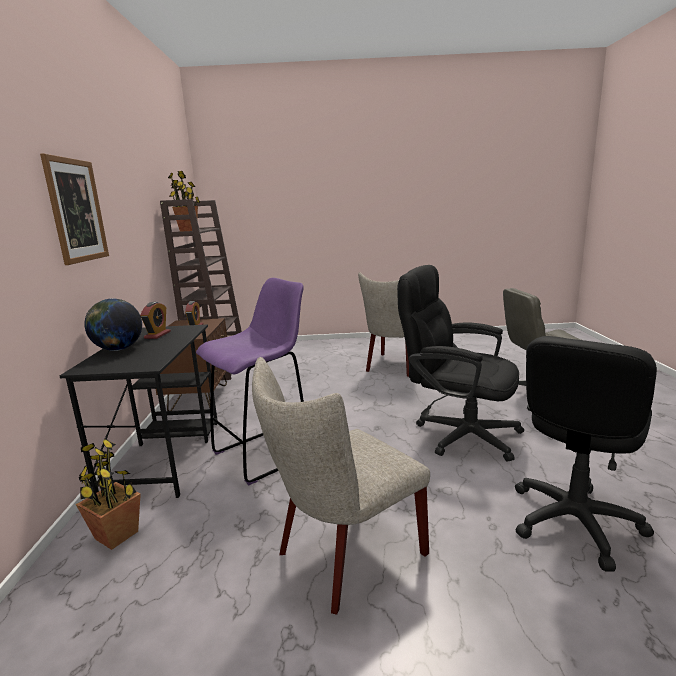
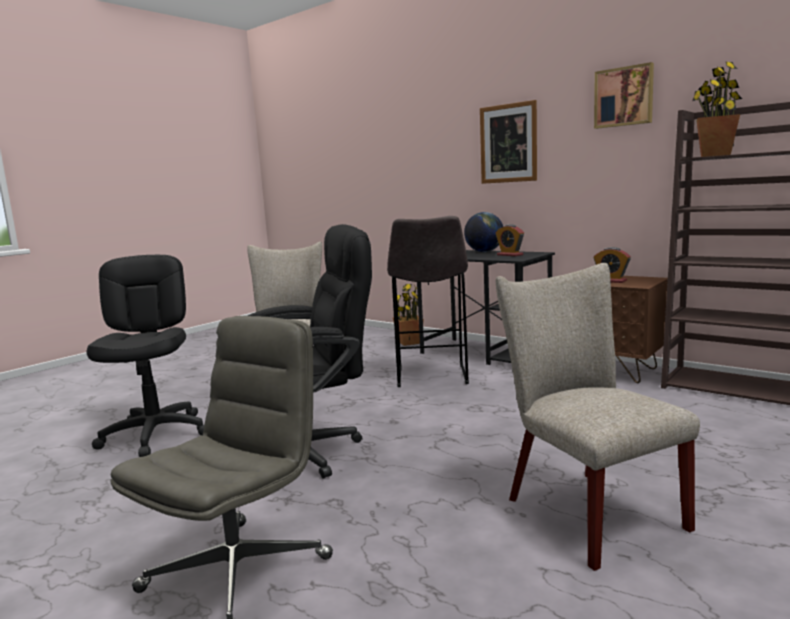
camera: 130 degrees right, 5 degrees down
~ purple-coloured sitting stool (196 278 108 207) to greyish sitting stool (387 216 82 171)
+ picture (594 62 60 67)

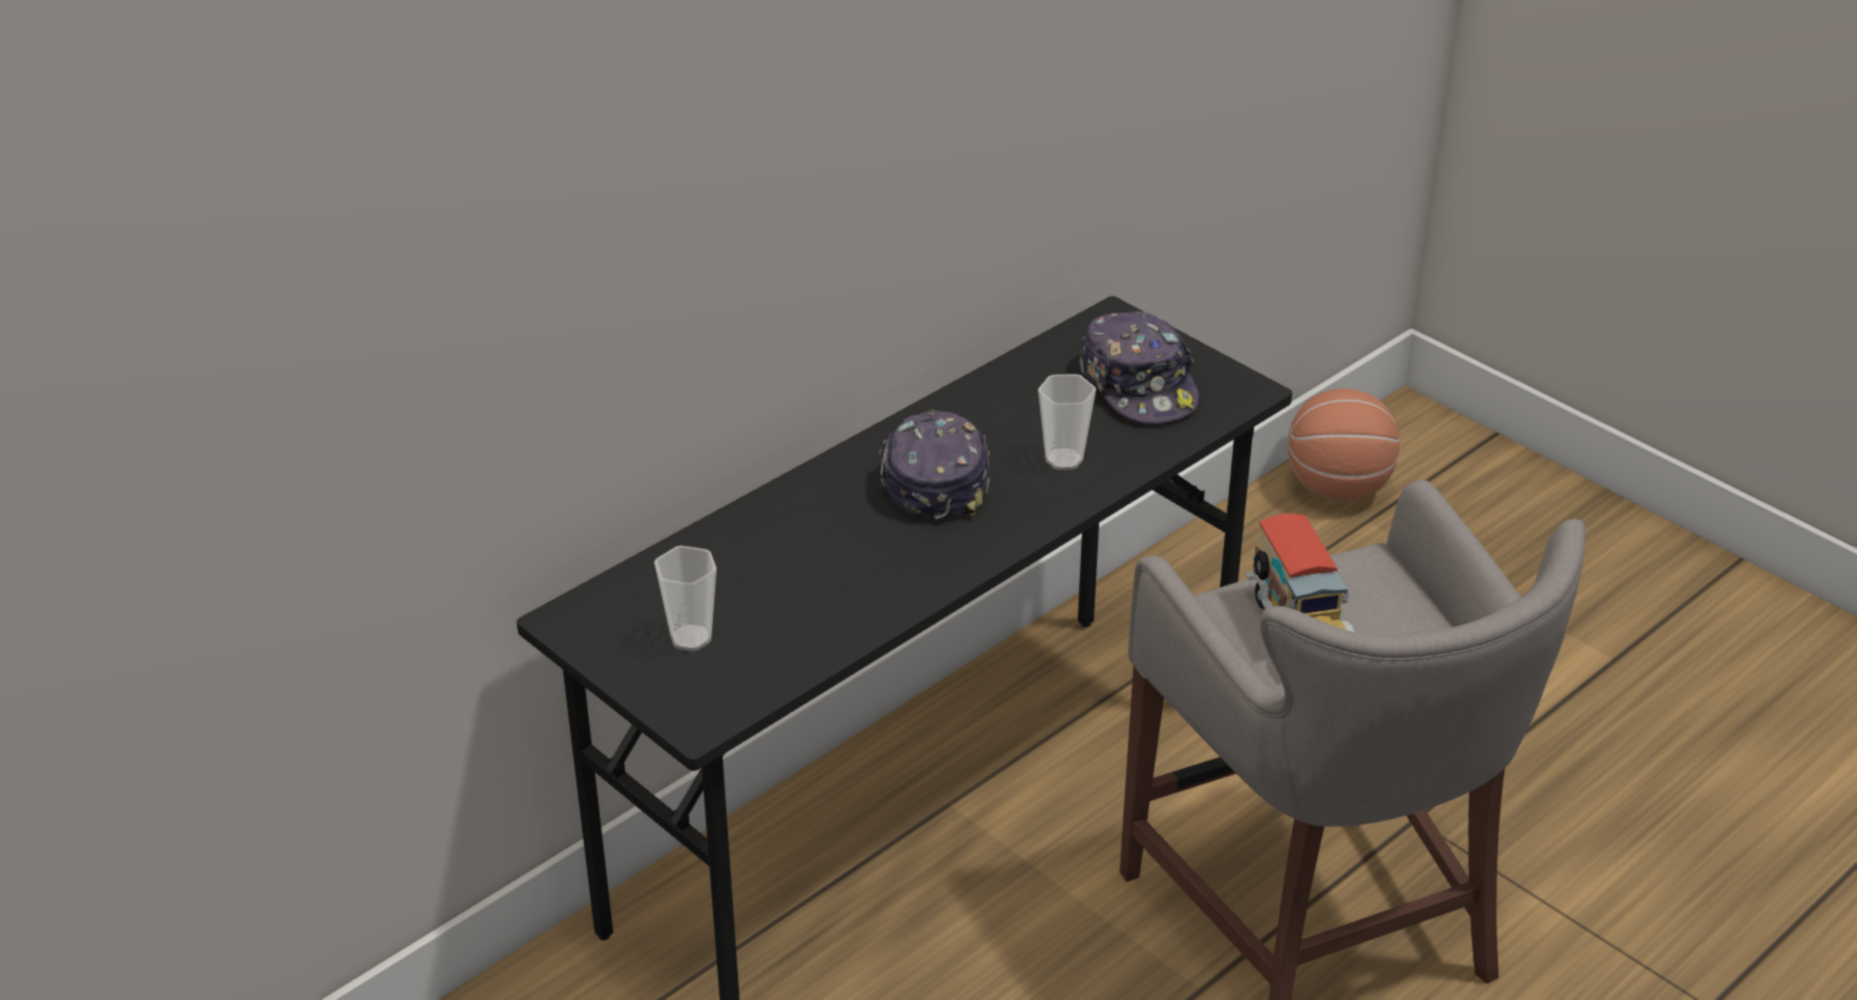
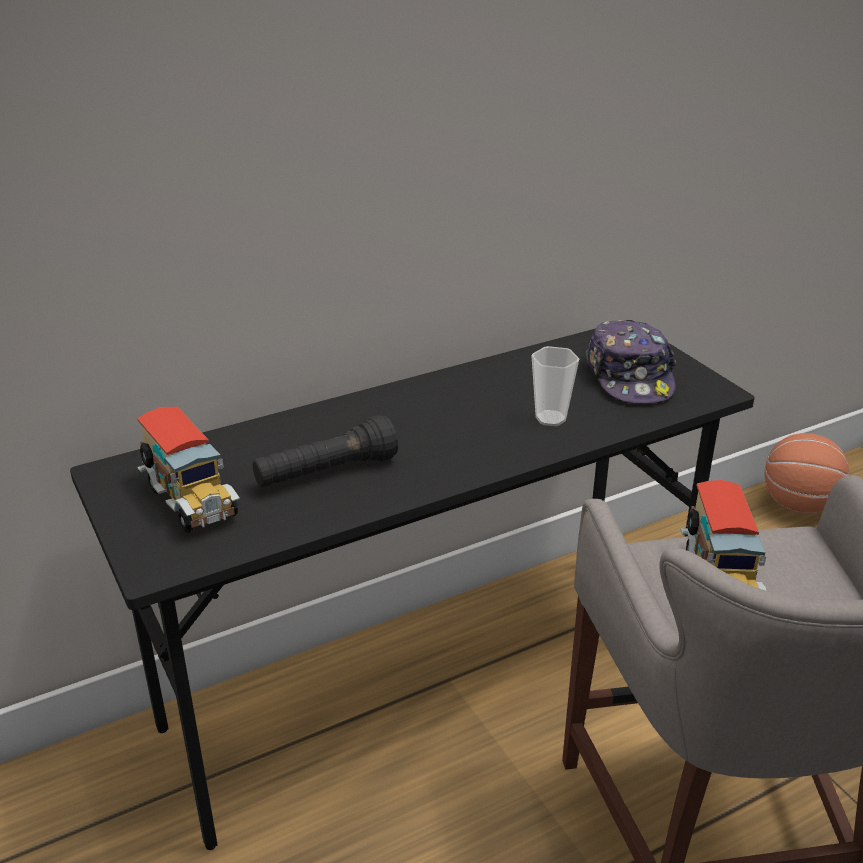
camera: 15 degrees right, 5 degrees down
~ cup (654 546 63 105) to model truck (137 407 103 126)
- peaked cap (879 410 111 109)
+ blackish hand torch (253 415 145 72)

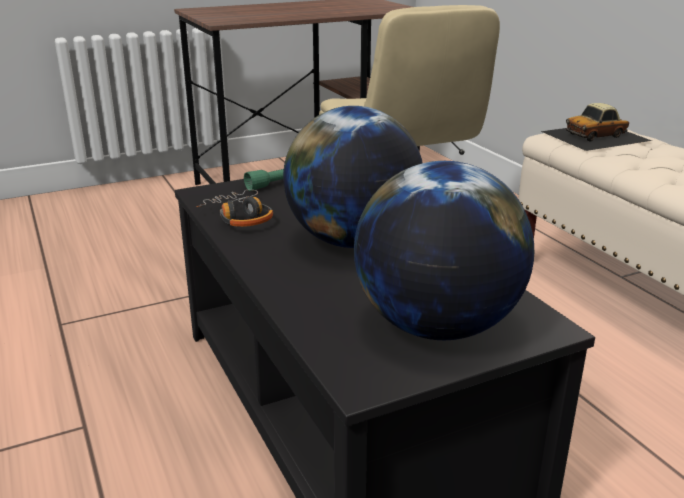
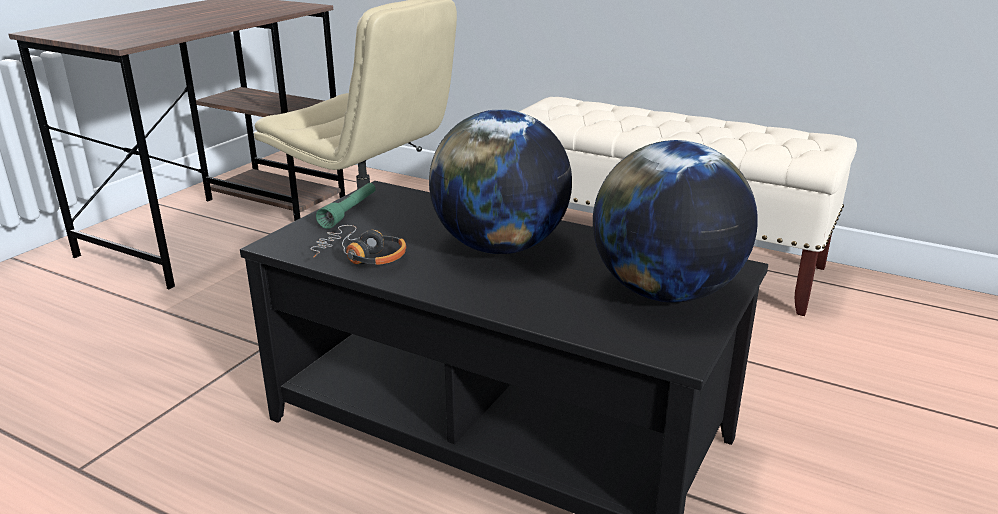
camera: 35 degrees left, 0 degrees up
- toy car (541 103 111 48)

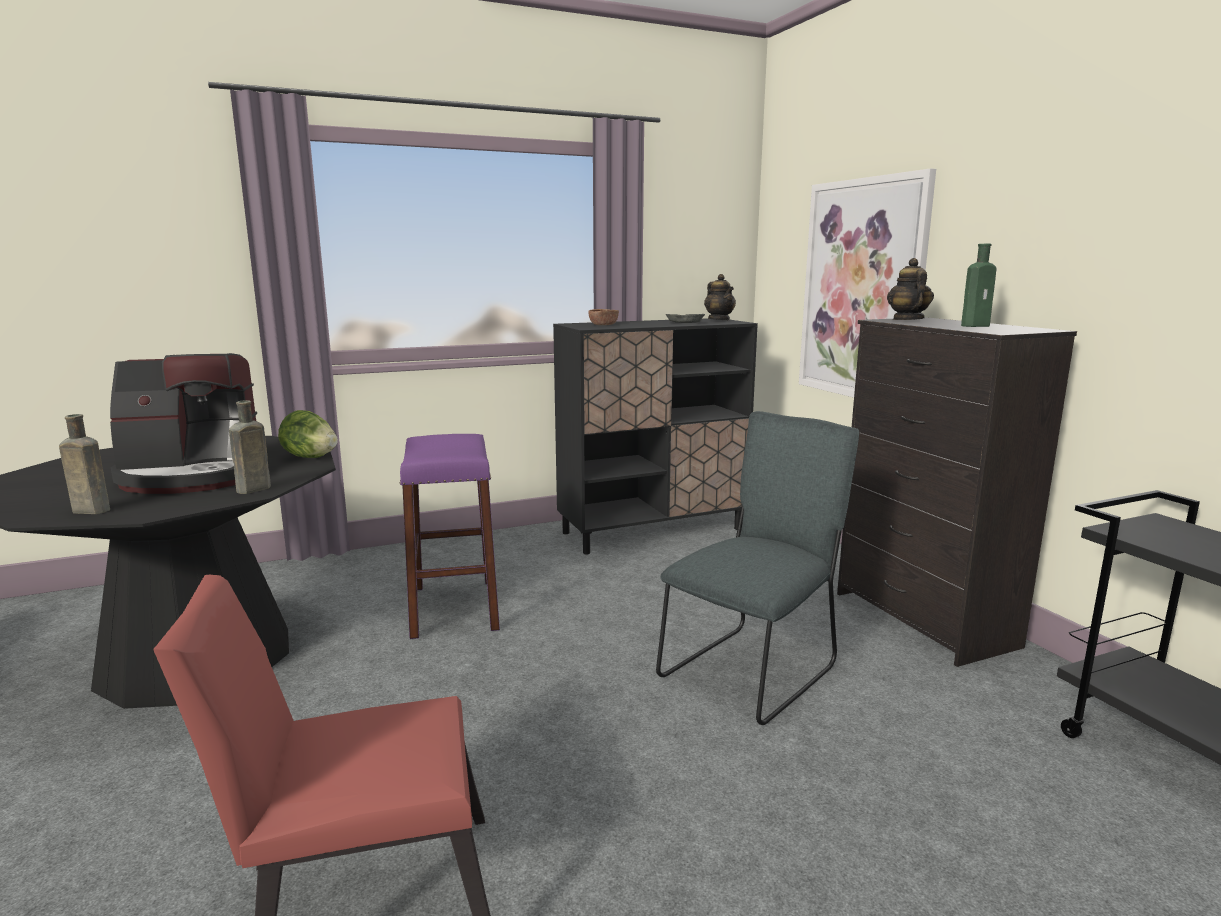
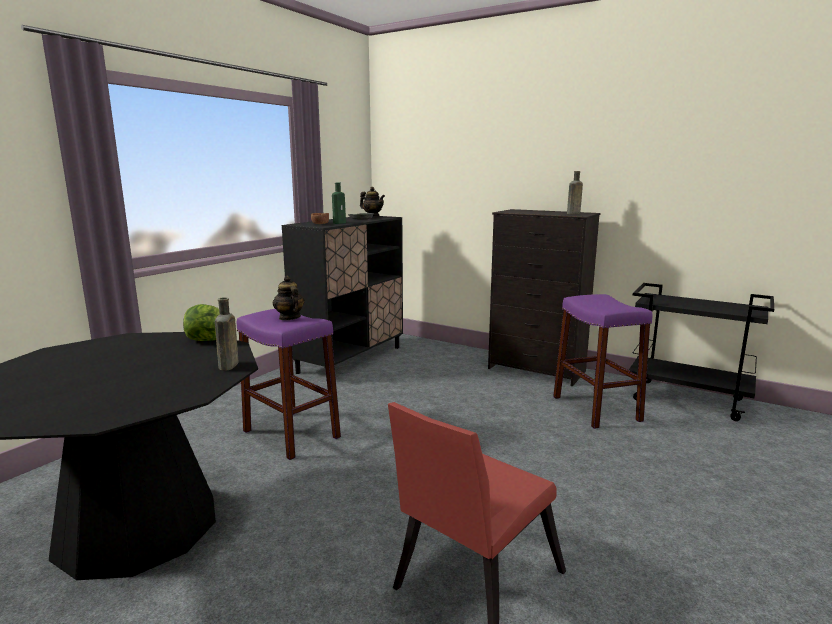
camera: 35 degrees left, 0 degrees up
~ brownish drink bottle (59 414 51 100) to (567 171 16 43)
- coffee machine (110 353 147 141)
- greyish chair (656 411 203 314)
- picture (799 169 137 229)
~ tea pot (887 258 47 62) to (273 276 32 44)
~ green drink bottle (961 244 36 83) to (332 183 14 41)
+ purple-coloured sitting stool (553 294 100 135)

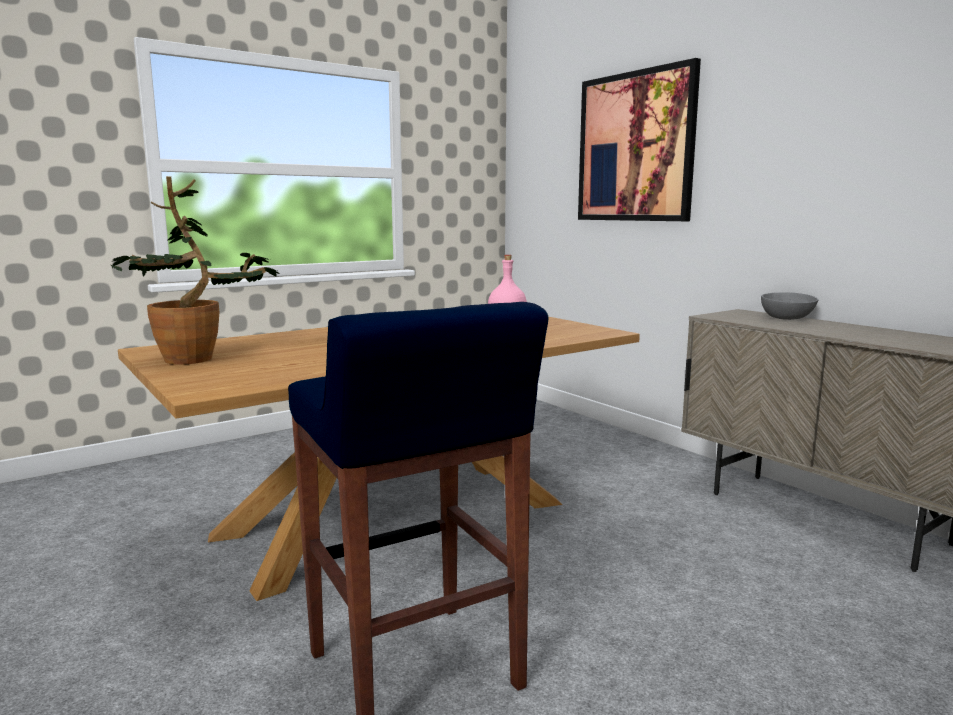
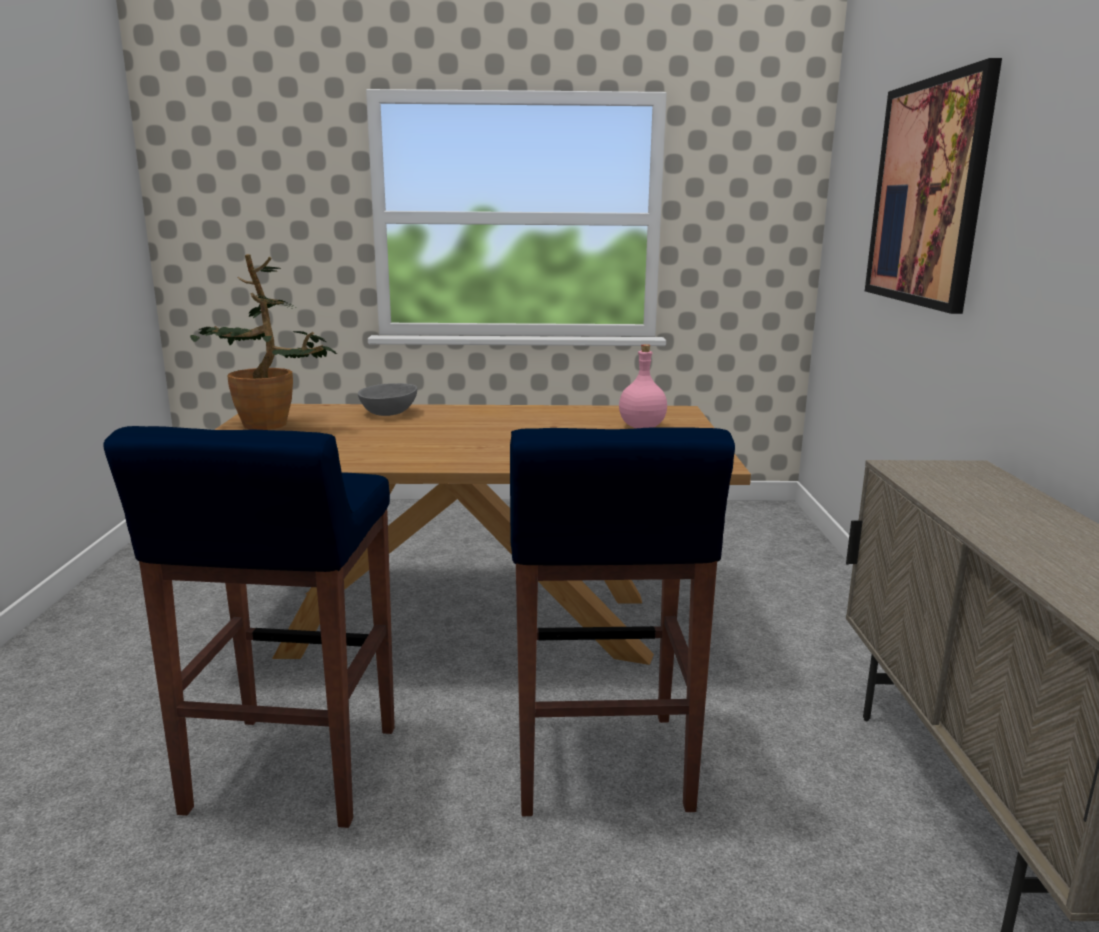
camera: 35 degrees right, 5 degrees up
~ greyish bowl (761 292 58 28) to (358 383 59 33)
+ blue sitting stool (510 427 225 389)

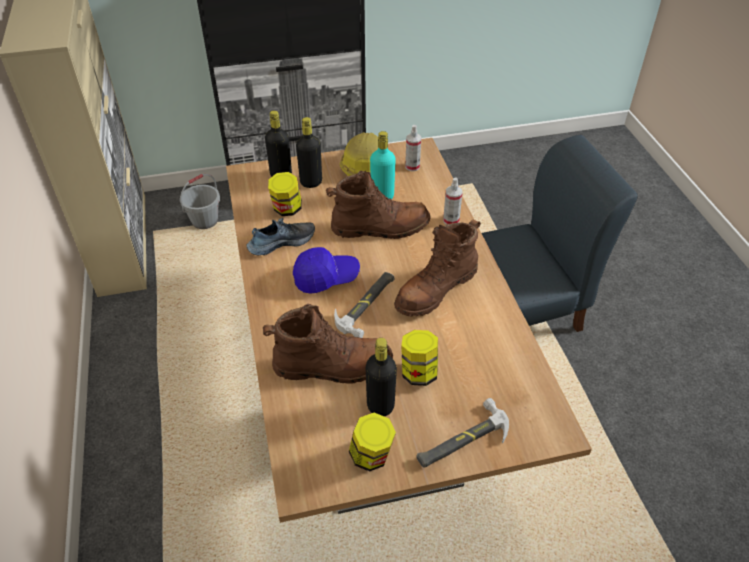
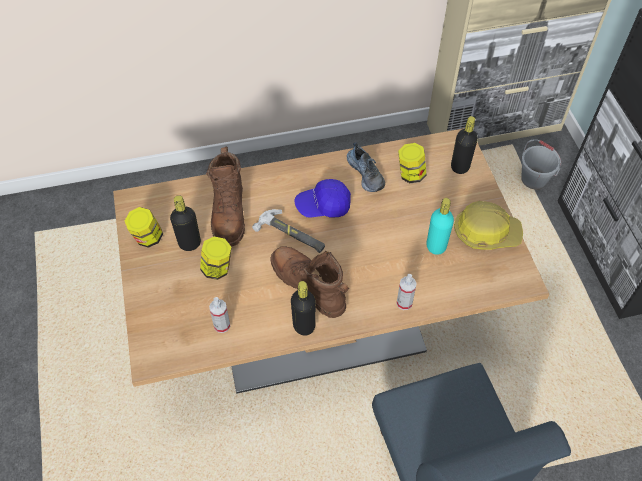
camera: 90 degrees right, 10 degrees up
~ blue peaked cap (293 247 67 47) = (294 179 57 39) 90 degrees clockwise
~ blackish drink bottle (296 117 26 71) to (291 281 25 55)
- brownish boot (326 171 105 68)
~ spray bottle (405 125 17 46) to (209 297 21 36)
- hand hammer (416 398 93 70)

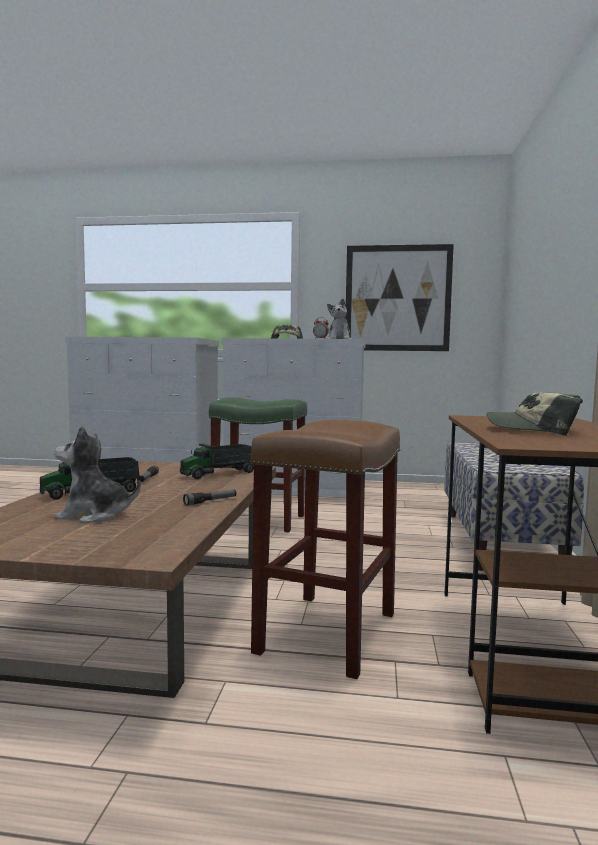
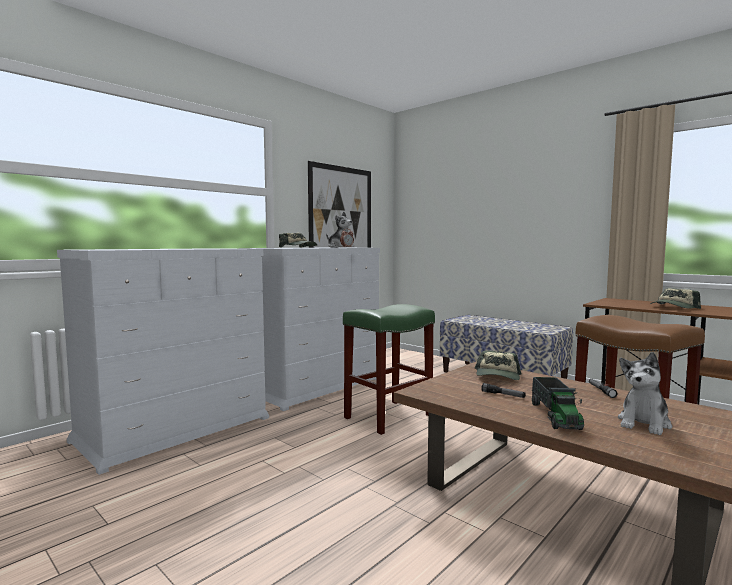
camera: 55 degrees left, 0 degrees up
~ model truck (180 444 74 35) to peaked cap (475 351 47 29)

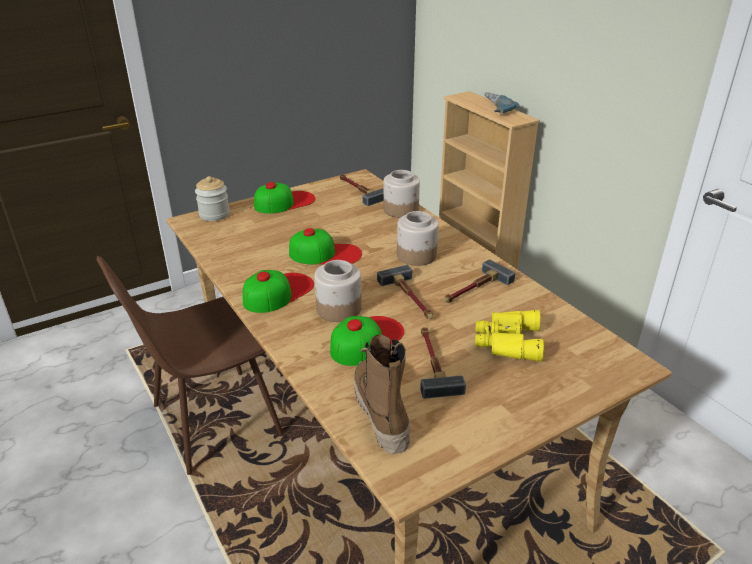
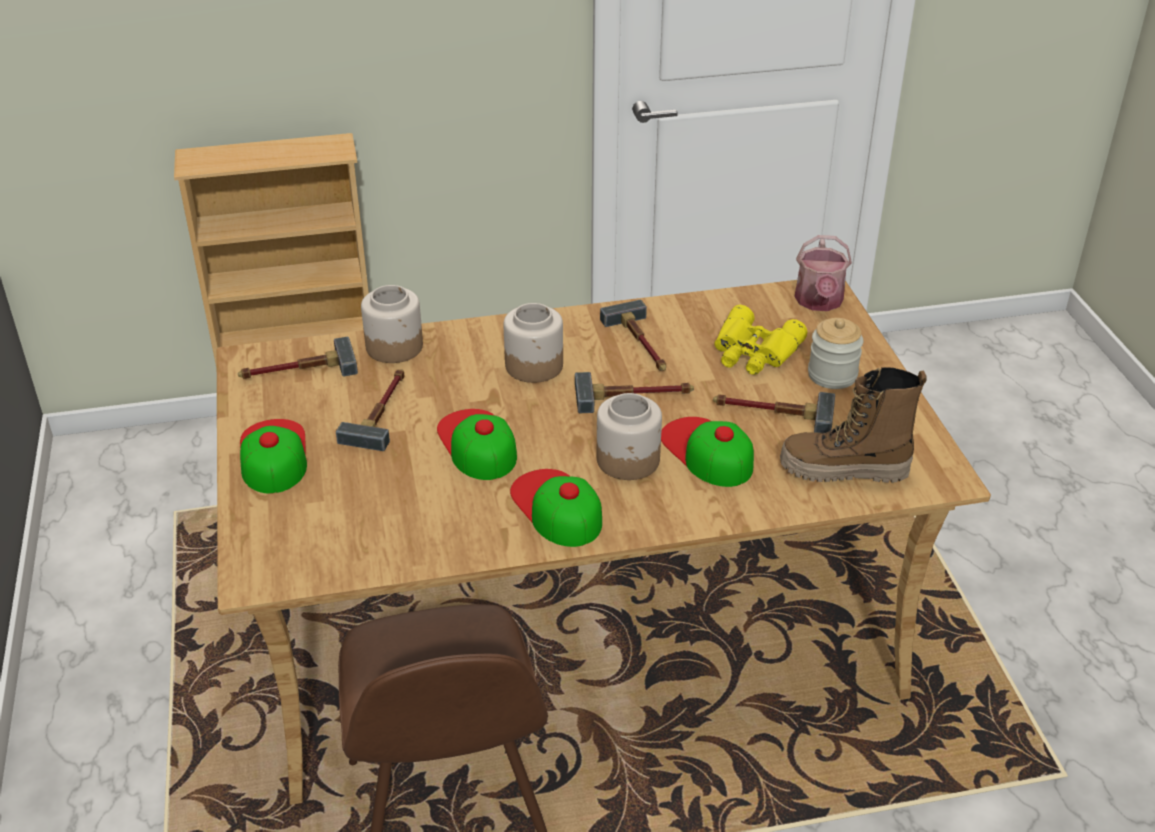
camera: 70 degrees left, 5 degrees up
~ storage jar (195 176 35 45) to (808 318 55 71)
~ peaked cap (289 228 73 37) = (437 409 80 71) 45 degrees counterclockwise
- power drill (484 92 35 22)
+ hand hammer (336 369 68 82)
+ sprinkling can (794 235 58 76)

